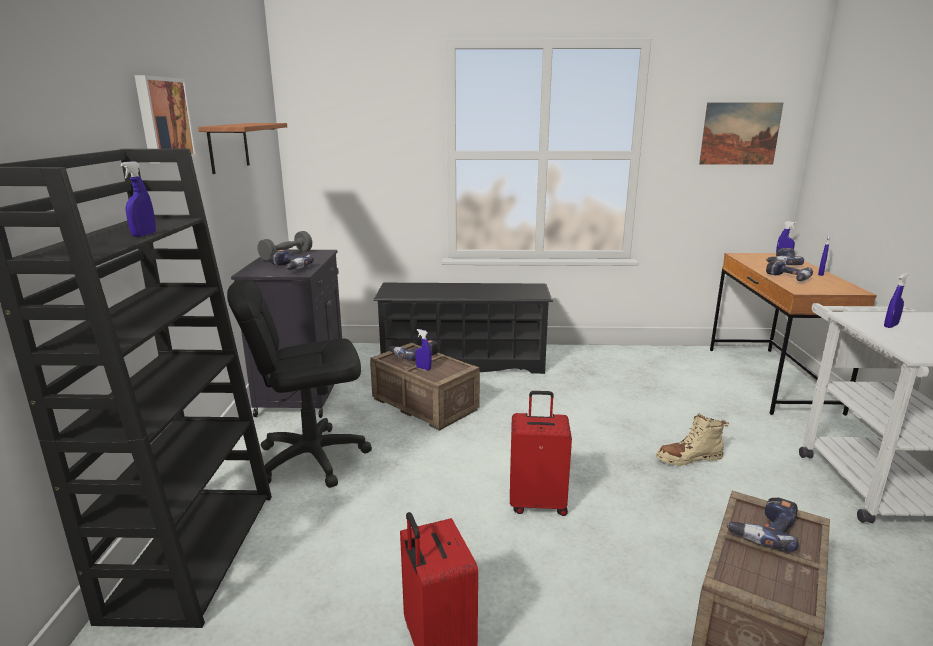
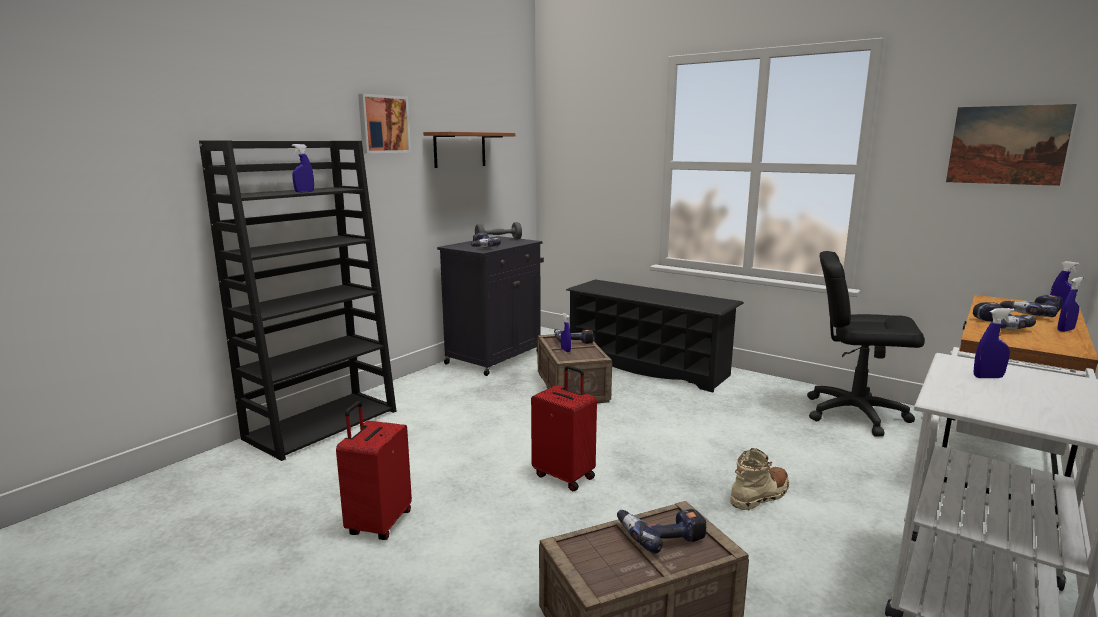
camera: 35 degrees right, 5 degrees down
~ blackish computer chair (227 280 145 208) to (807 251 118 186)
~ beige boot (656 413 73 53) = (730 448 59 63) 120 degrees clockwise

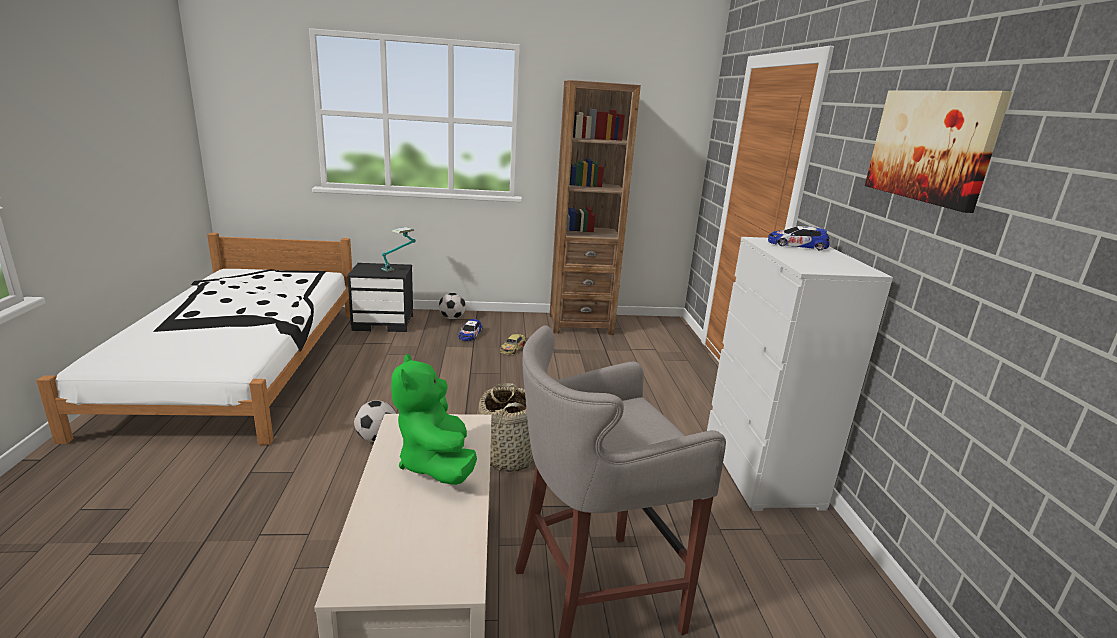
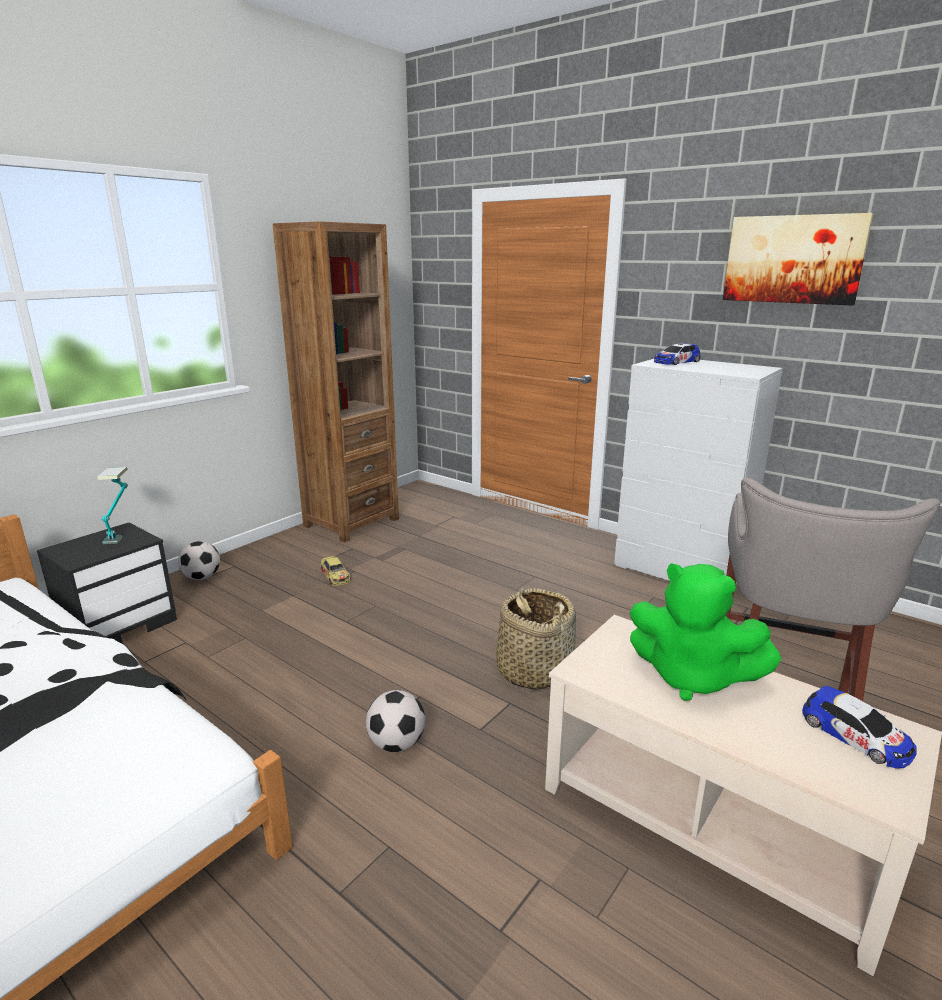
camera: 45 degrees left, 0 degrees up
~ toy car (458 319 25 22) to (802 686 115 82)

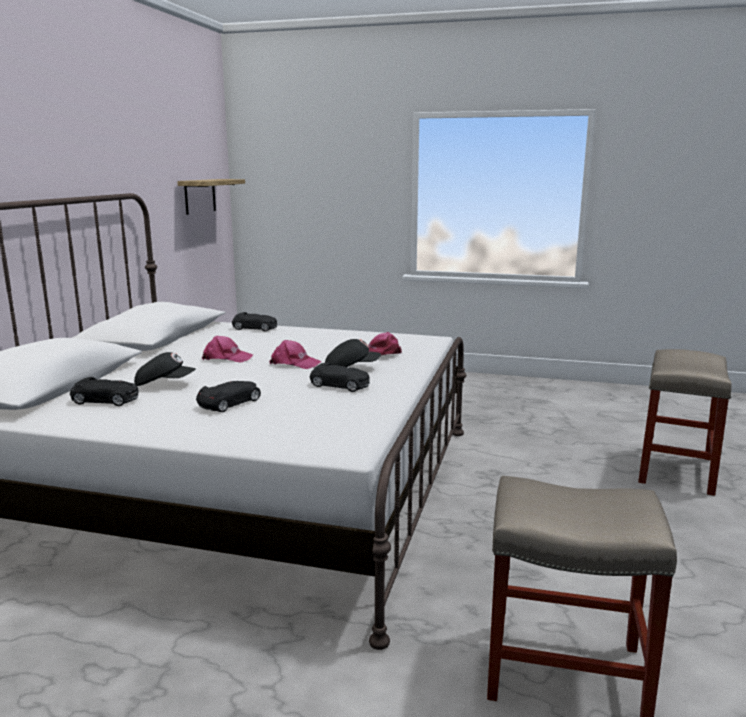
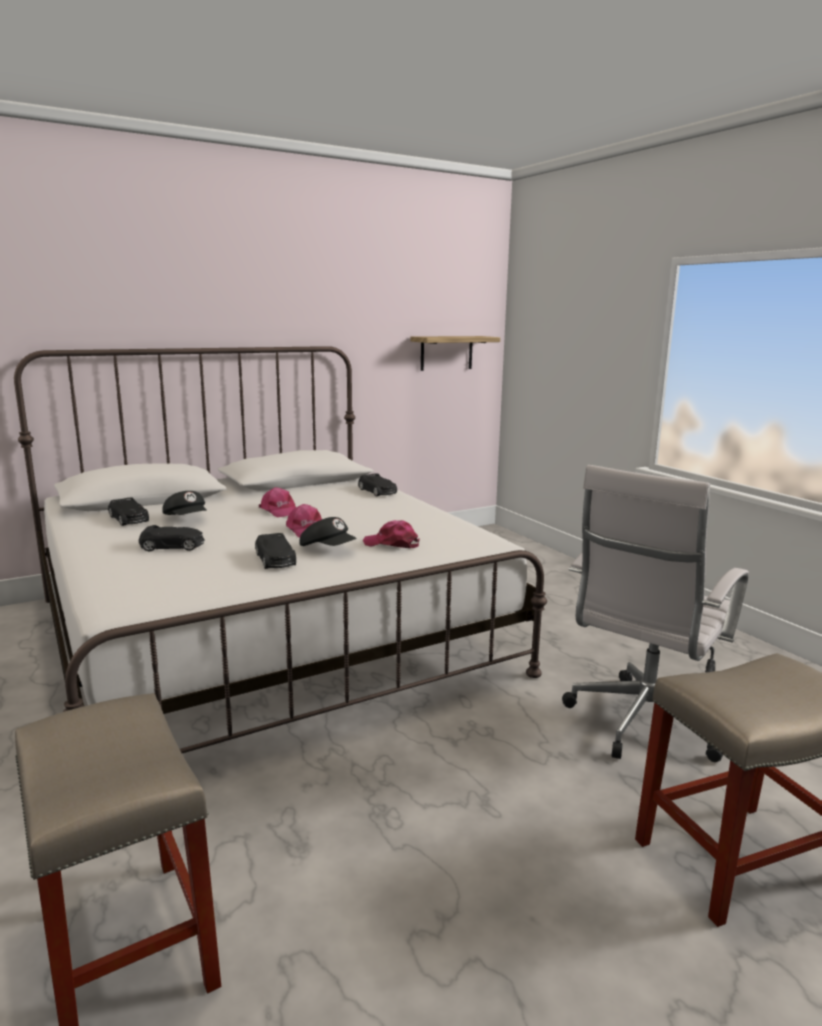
camera: 45 degrees right, 0 degrees up
+ white-coloured computer chair (562 465 187 297)

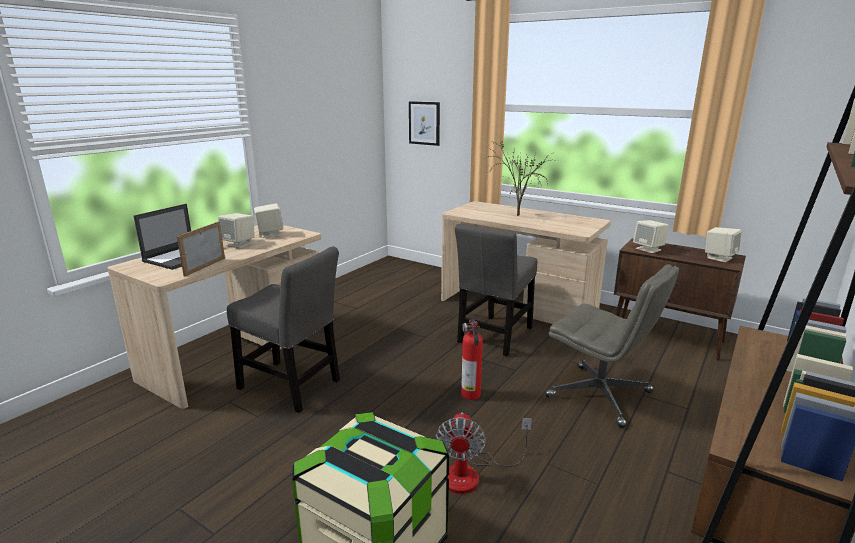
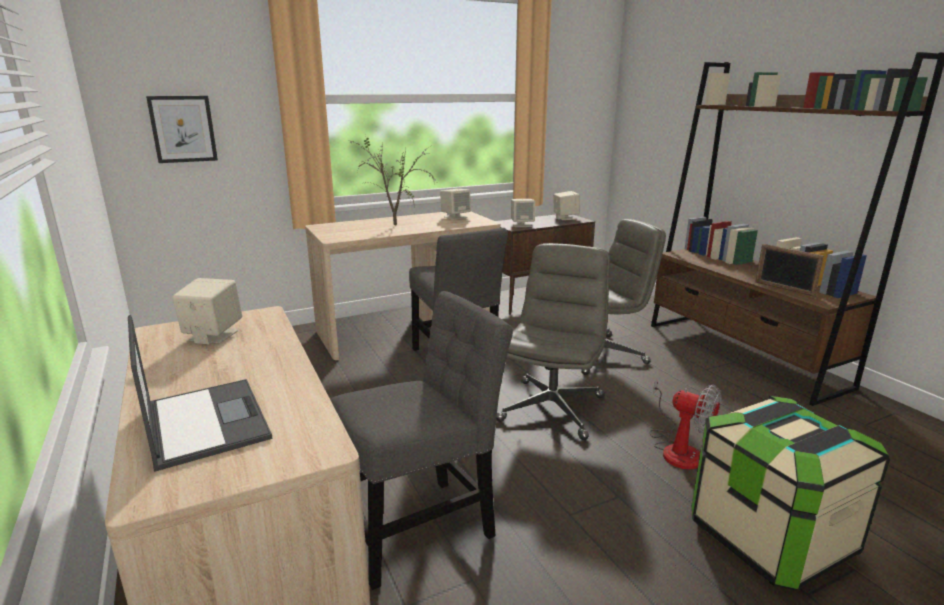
camera: 60 degrees left, 0 degrees up
~ photo frame (177 222 48 54) to (755 244 69 53)
~ beige loudspeaker (218 213 37 35) to (440 189 31 31)
~ fire extinguisher (461 319 22 81) to greyish computer chair (496 243 114 197)

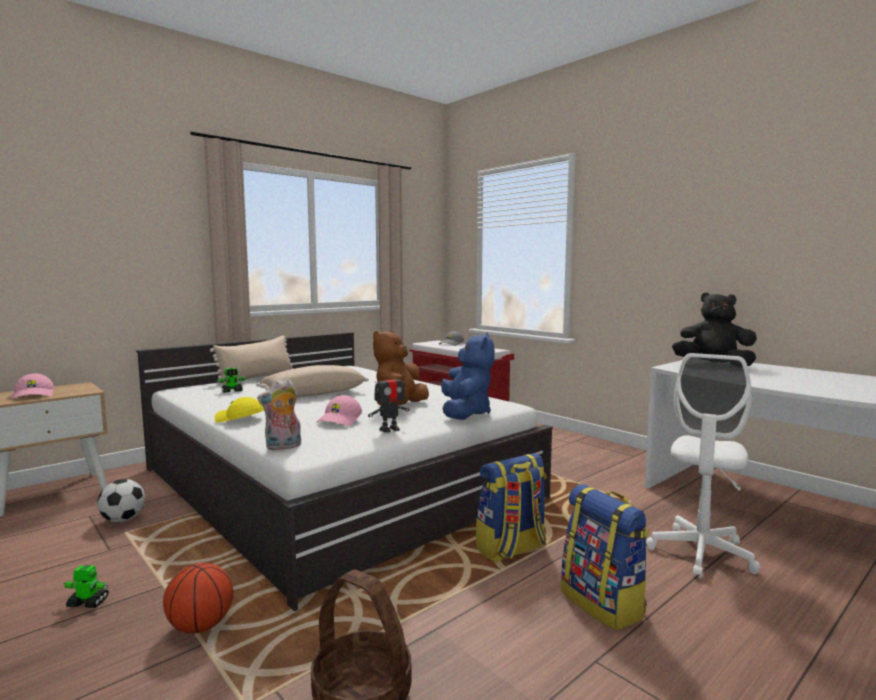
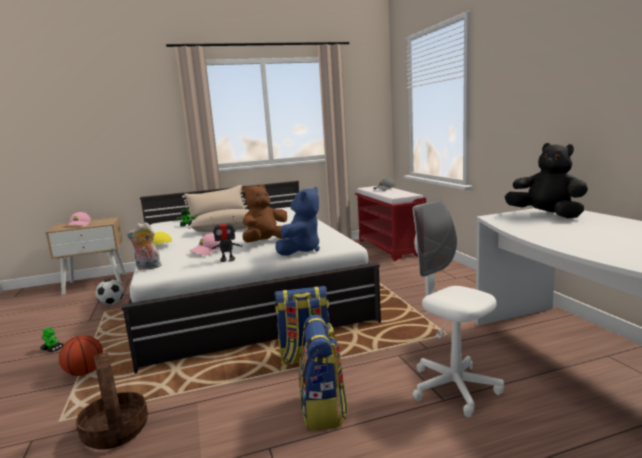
camera: 25 degrees right, 5 degrees up
~ white-coloured computer chair (646 353 114 226) = (412 200 92 217) 90 degrees clockwise

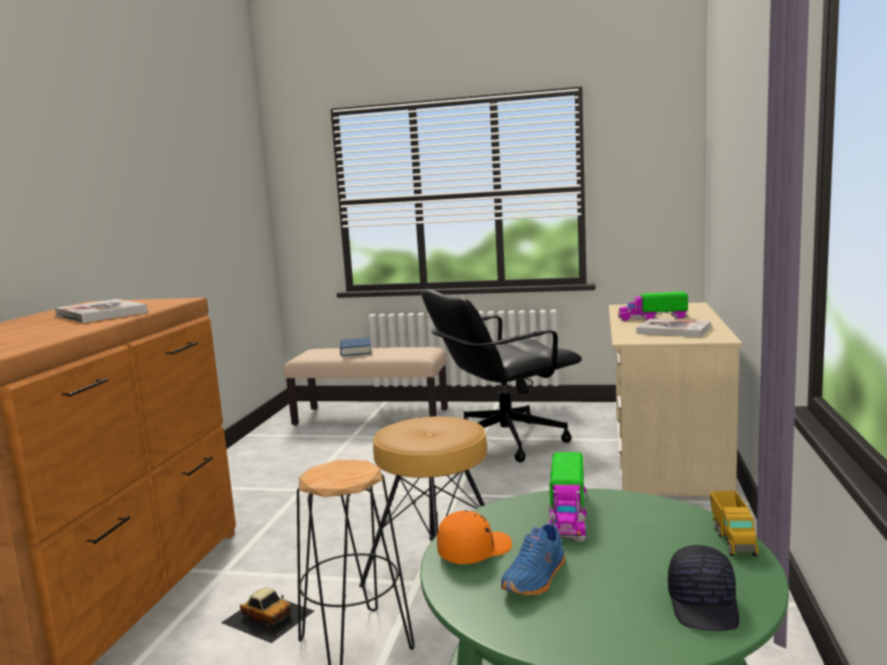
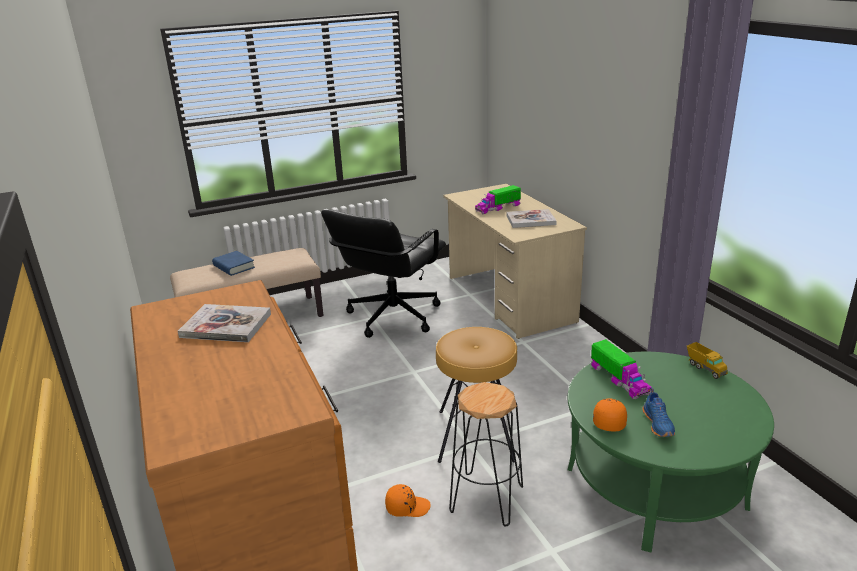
camera: 35 degrees left, 15 degrees up
~ toy car (221 588 93 55) to orange-coloured peaked cap (385 484 46 33)
- blackish peaked cap (668 545 71 86)

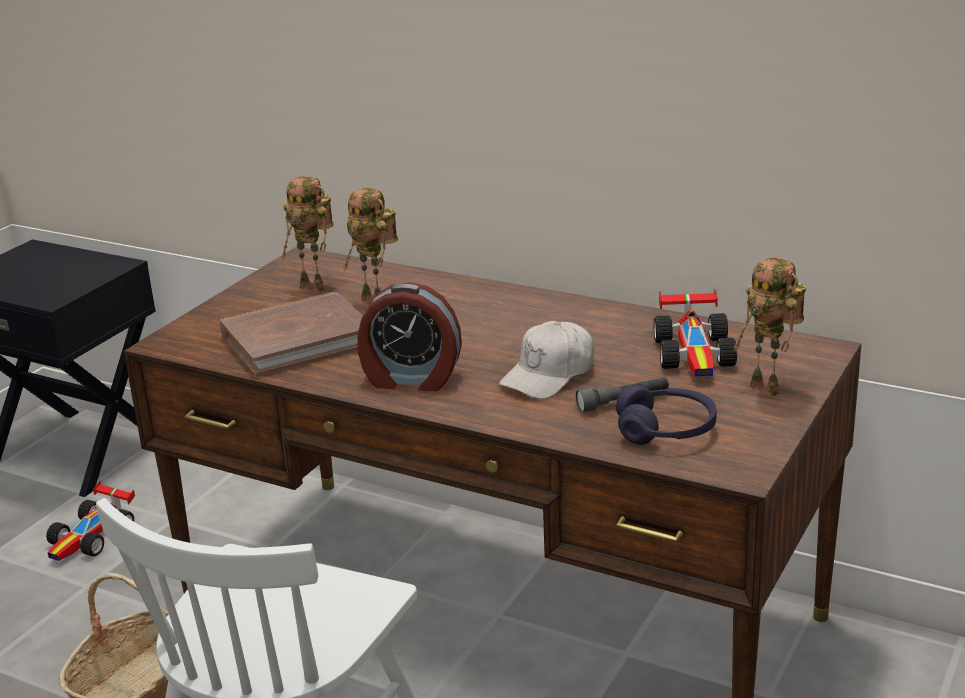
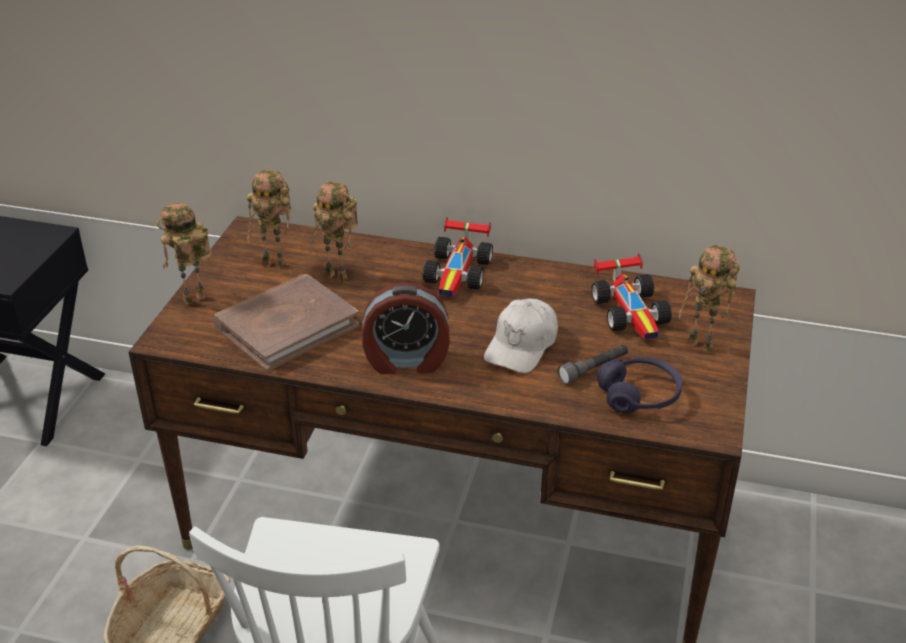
camera: 15 degrees left, 10 degrees up
~ toy car (46 481 89 80) to (423 217 70 80)
+ robot figure (157 203 54 103)

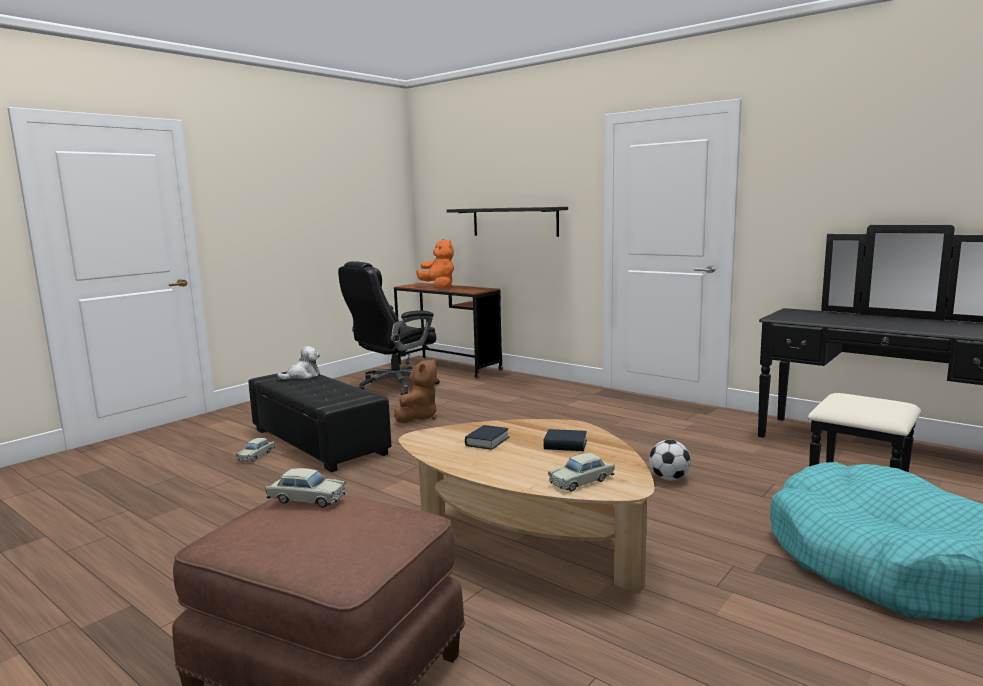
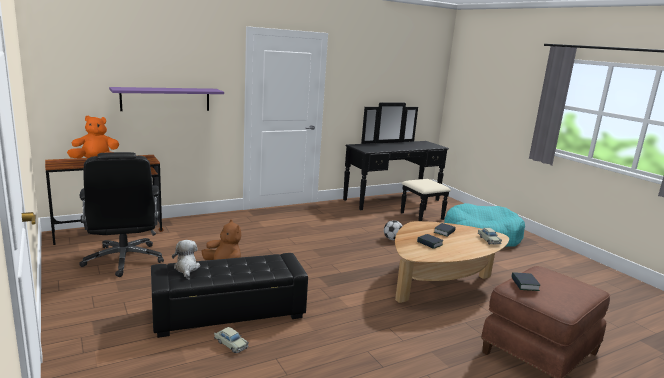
camera: 70 degrees left, 5 degrees up
~ beige toy car (265 468 81 40) to book (511 272 30 19)
~ blackish shelf (447 207 121 30) to purple-coloured shelf (109 87 115 24)

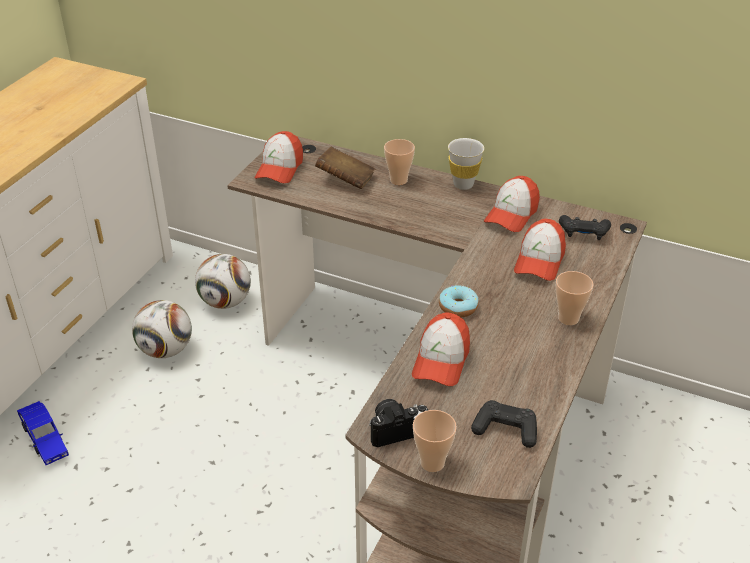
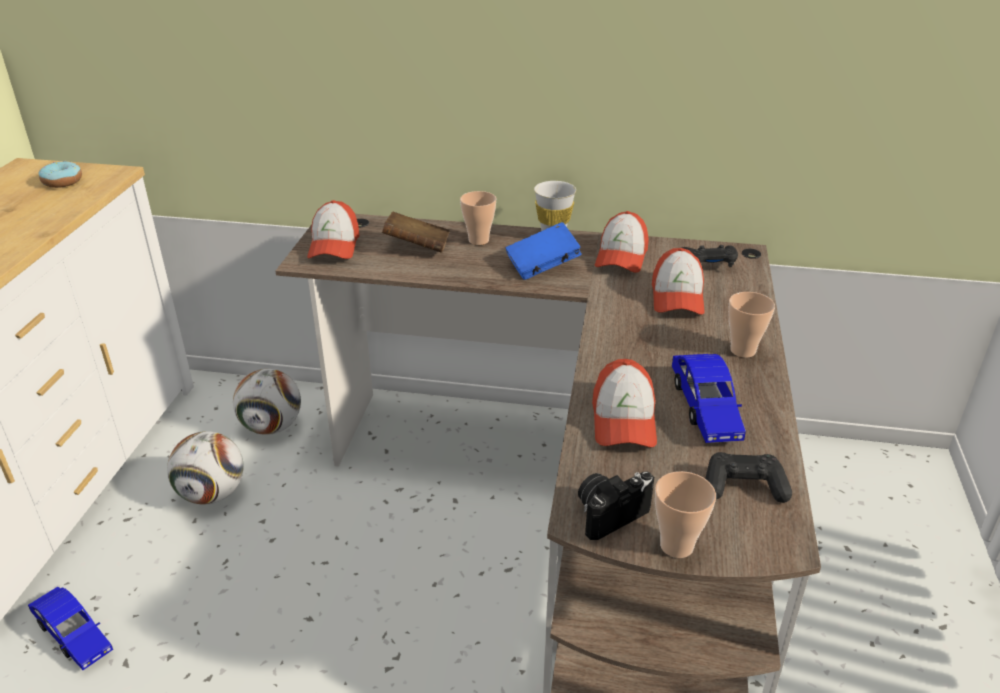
camera: 15 degrees left, 5 degrees down
~ doughnut (439 285 40 32) to (38 161 44 27)
+ blue book (506 222 76 58)
+ blue toy car (672 354 74 89)

